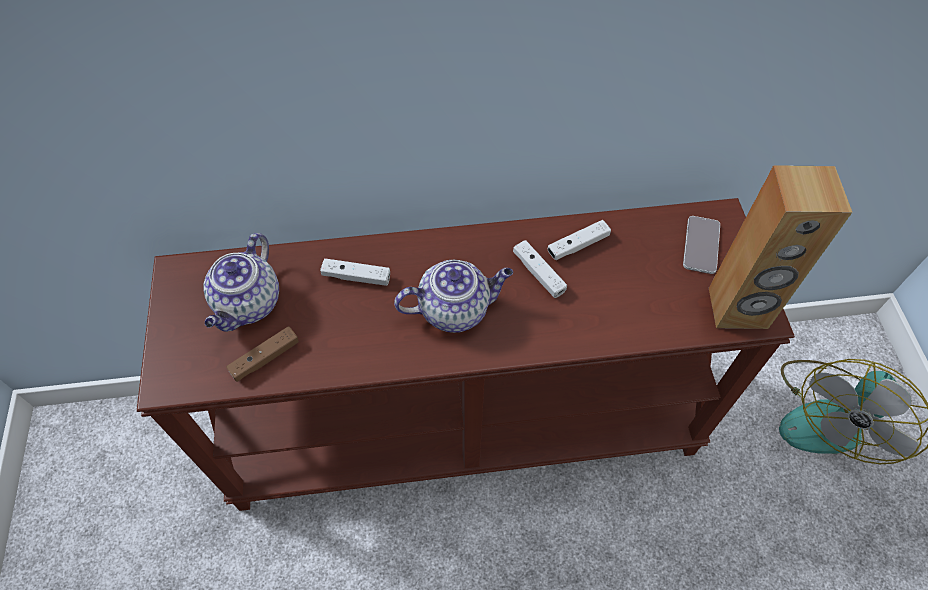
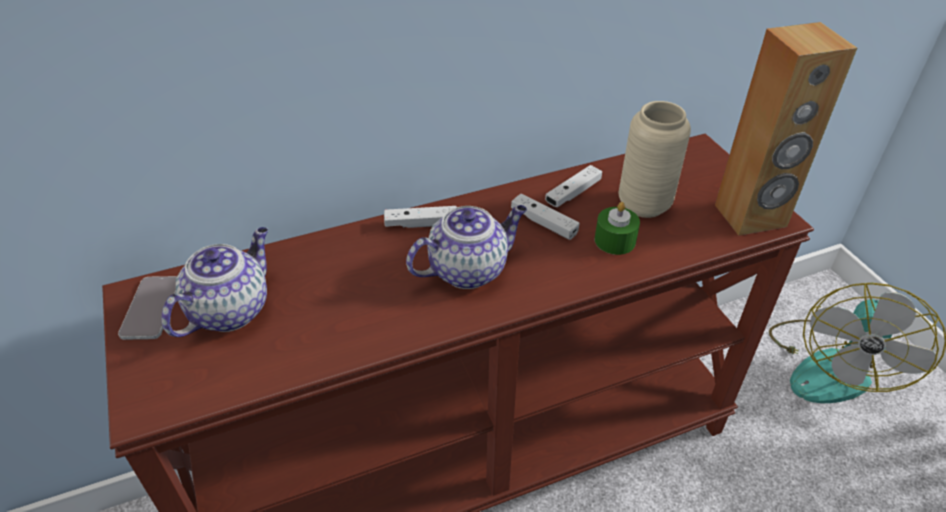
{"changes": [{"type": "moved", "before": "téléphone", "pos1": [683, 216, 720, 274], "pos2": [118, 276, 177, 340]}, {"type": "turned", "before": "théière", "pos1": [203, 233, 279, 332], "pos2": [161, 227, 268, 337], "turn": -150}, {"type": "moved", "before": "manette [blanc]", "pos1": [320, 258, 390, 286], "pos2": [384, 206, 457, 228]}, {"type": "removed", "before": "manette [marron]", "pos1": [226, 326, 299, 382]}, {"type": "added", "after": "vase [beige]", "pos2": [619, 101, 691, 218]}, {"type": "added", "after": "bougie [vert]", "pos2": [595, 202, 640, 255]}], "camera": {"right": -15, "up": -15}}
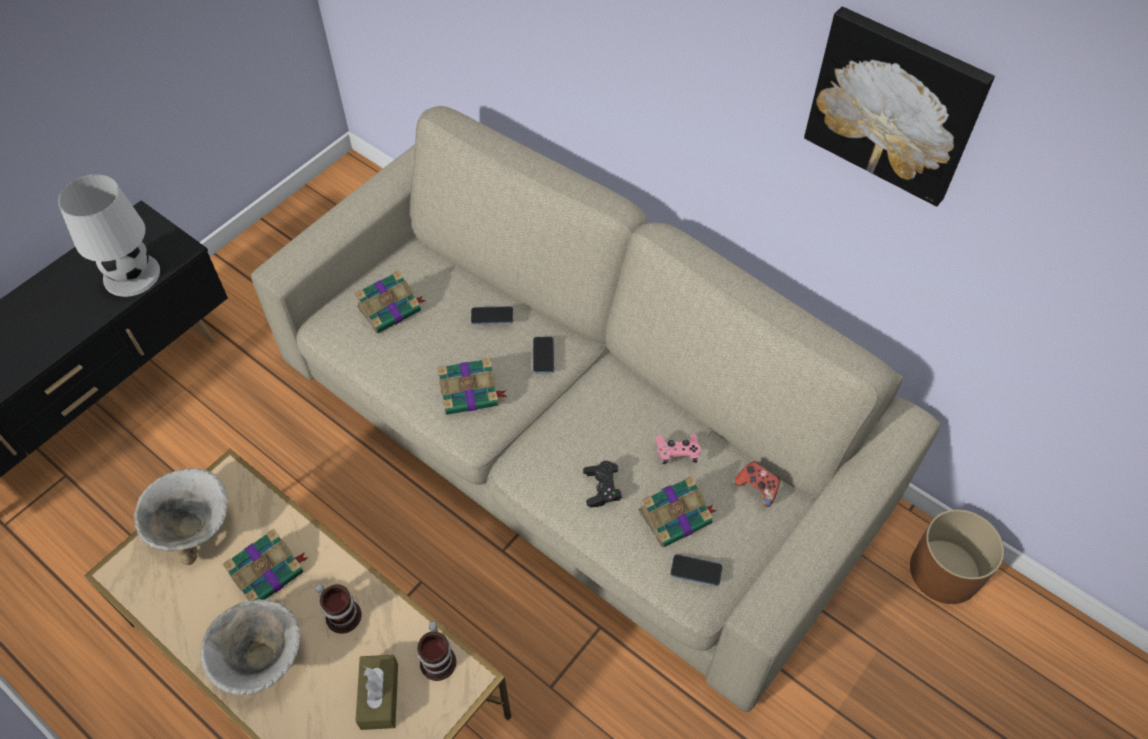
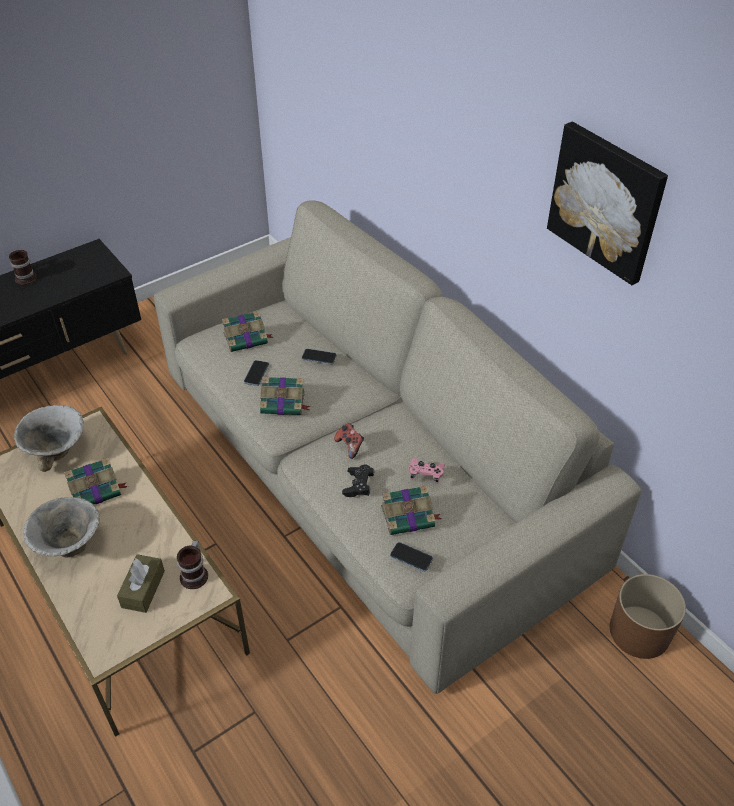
{"changes": [{"type": "removed", "before": "lampe de table [blanc]", "pos1": [58, 174, 160, 297]}, {"type": "moved", "before": "téléphone", "pos1": [533, 337, 554, 373], "pos2": [244, 360, 269, 386]}, {"type": "moved", "before": "manette", "pos1": [735, 461, 780, 507], "pos2": [334, 423, 364, 459]}, {"type": "moved", "before": "mug", "pos1": [314, 583, 362, 634], "pos2": [9, 250, 37, 285]}], "camera": {"right": 15, "up": -10}}
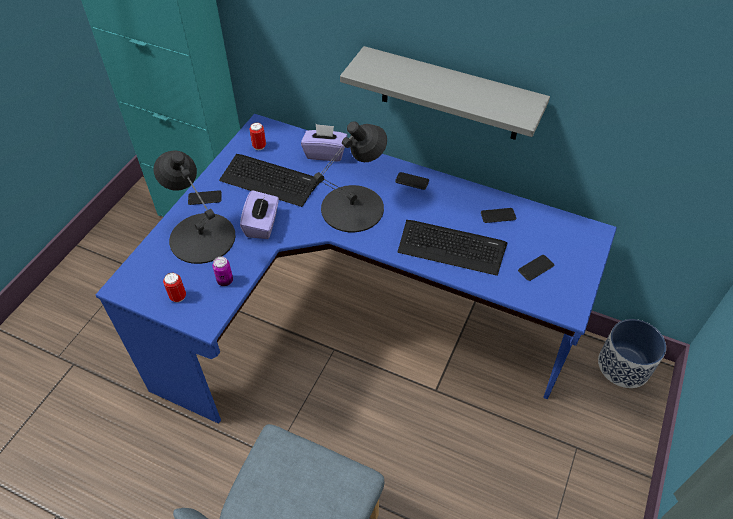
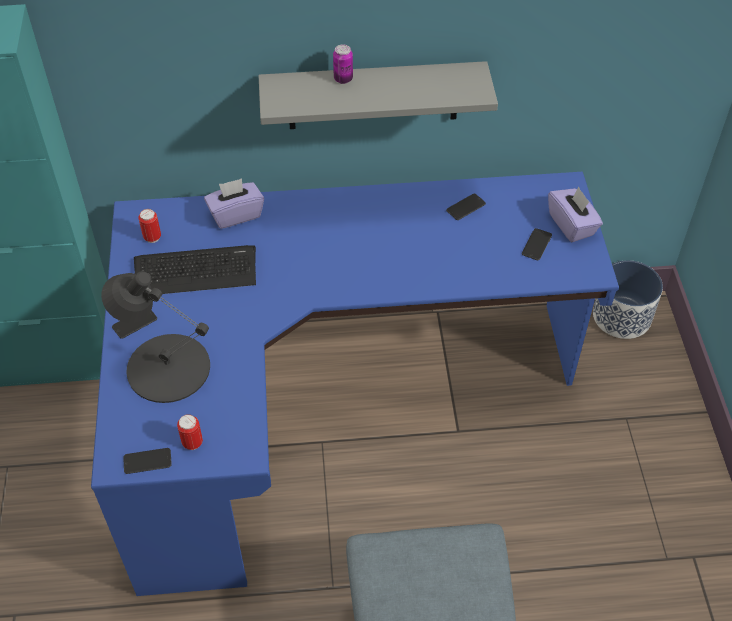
{"changes": [{"type": "removed", "before": "lampe de table [noir]", "pos1": [314, 121, 387, 232]}, {"type": "moved", "before": "téléphone", "pos1": [395, 172, 429, 190], "pos2": [123, 448, 172, 474]}, {"type": "moved", "before": "boîte à mouchoirs [violet]", "pos1": [240, 190, 279, 239], "pos2": [548, 186, 603, 242]}, {"type": "removed", "before": "clavier", "pos1": [398, 220, 507, 276]}, {"type": "moved", "before": "boîte métallique", "pos1": [212, 256, 233, 286], "pos2": [333, 45, 353, 84]}], "camera": {"right": -30, "up": 0}}
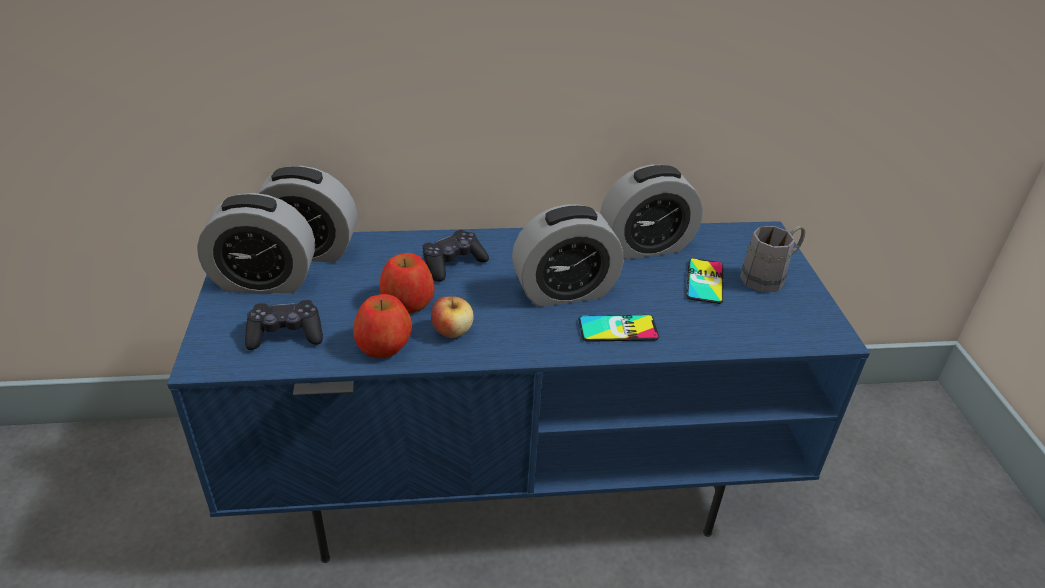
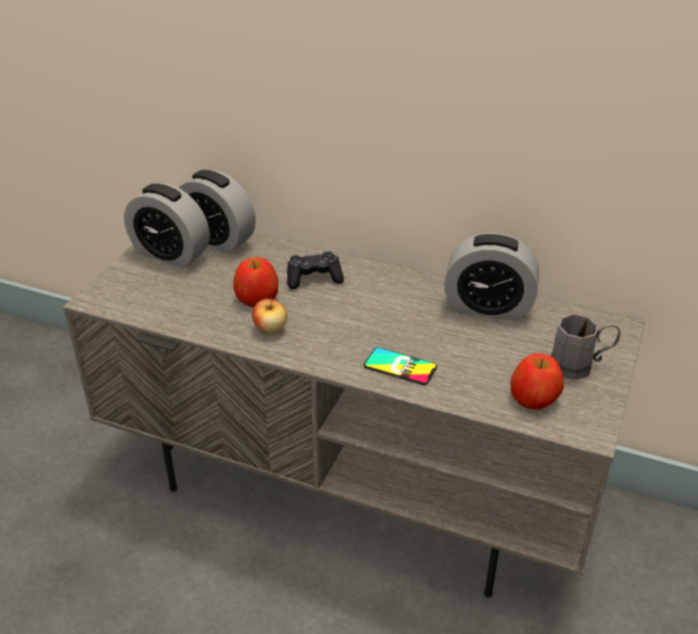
{"changes": [{"type": "removed", "before": "réveil", "pos1": [512, 204, 624, 307]}, {"type": "recoloured", "before": "meuble télé [bleu]", "after": "meuble télé [gris]", "pos1": [167, 221, 870, 563], "pos2": [63, 232, 645, 598]}, {"type": "removed", "before": "téléphone", "pos1": [686, 258, 723, 304]}, {"type": "moved", "before": "pomme", "pos1": [353, 294, 412, 358], "pos2": [510, 353, 564, 410]}, {"type": "removed", "before": "manette [noir]", "pos1": [245, 300, 323, 350]}], "camera": {"right": 30, "up": 0}}
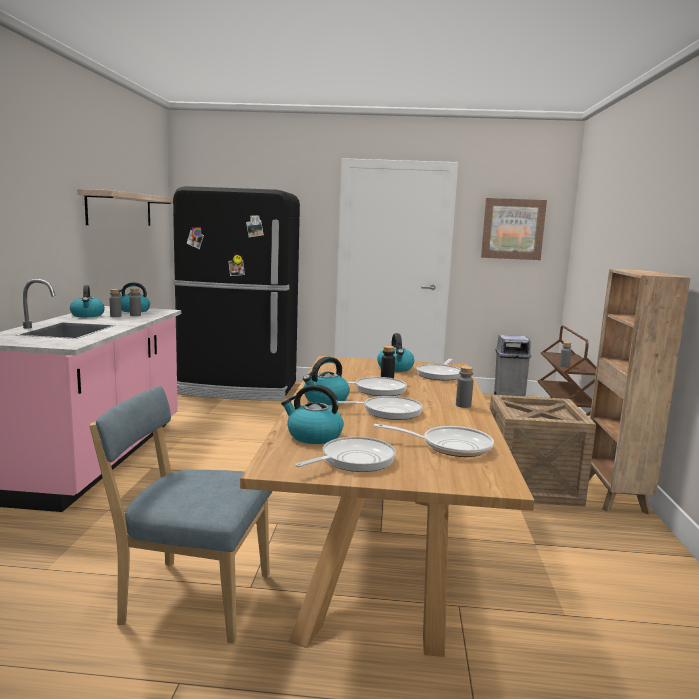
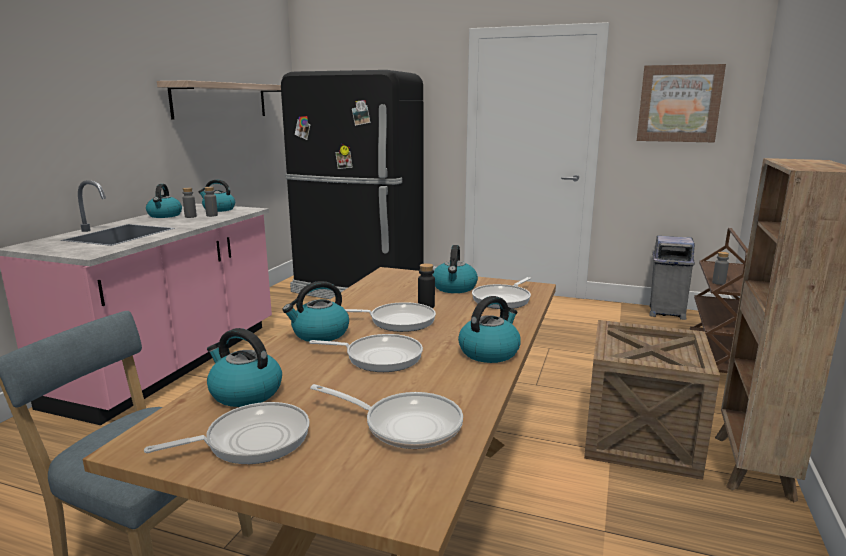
{"changes": [{"type": "replaced", "before": "bouteille [gris]", "after": "bouilloire", "pos1": [456, 366, 474, 408], "pos2": [458, 296, 521, 363]}], "camera": {"right": 15, "up": 5}}
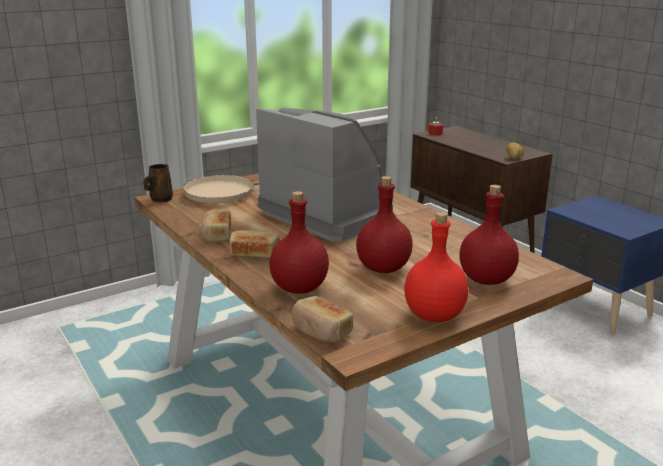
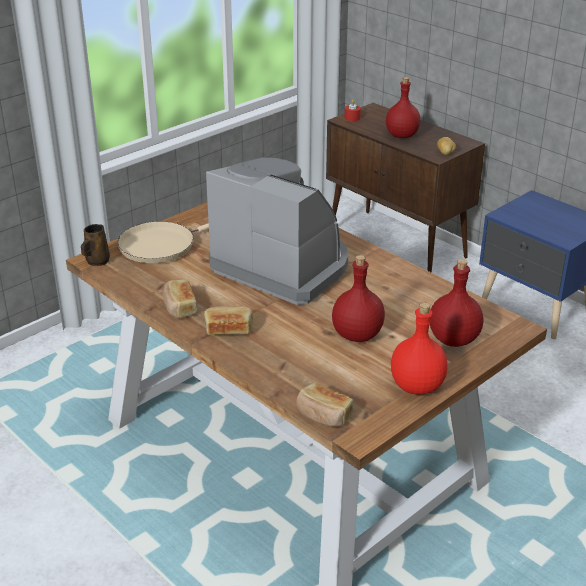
{"changes": [{"type": "moved", "before": "bouteille [rouge]", "pos1": [270, 191, 329, 294], "pos2": [386, 77, 420, 138]}], "camera": {"right": -10, "up": 10}}
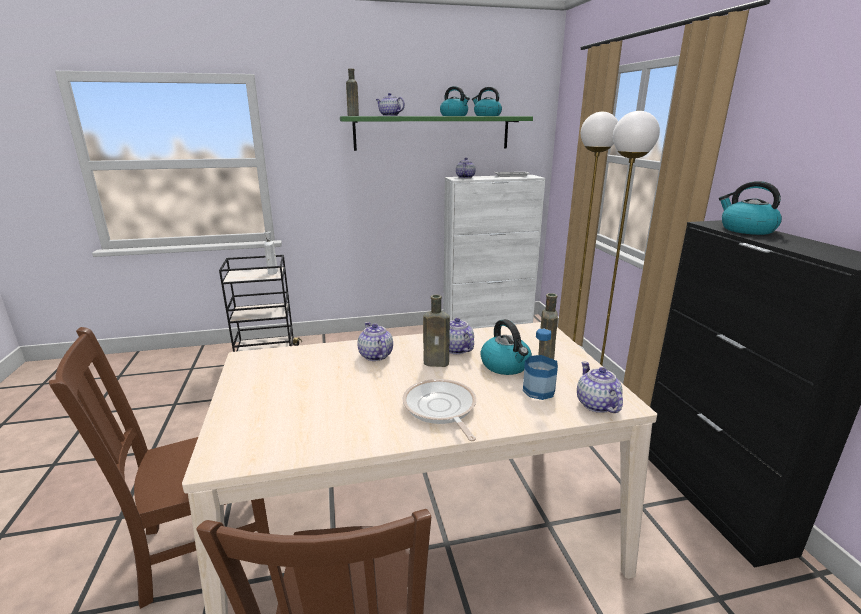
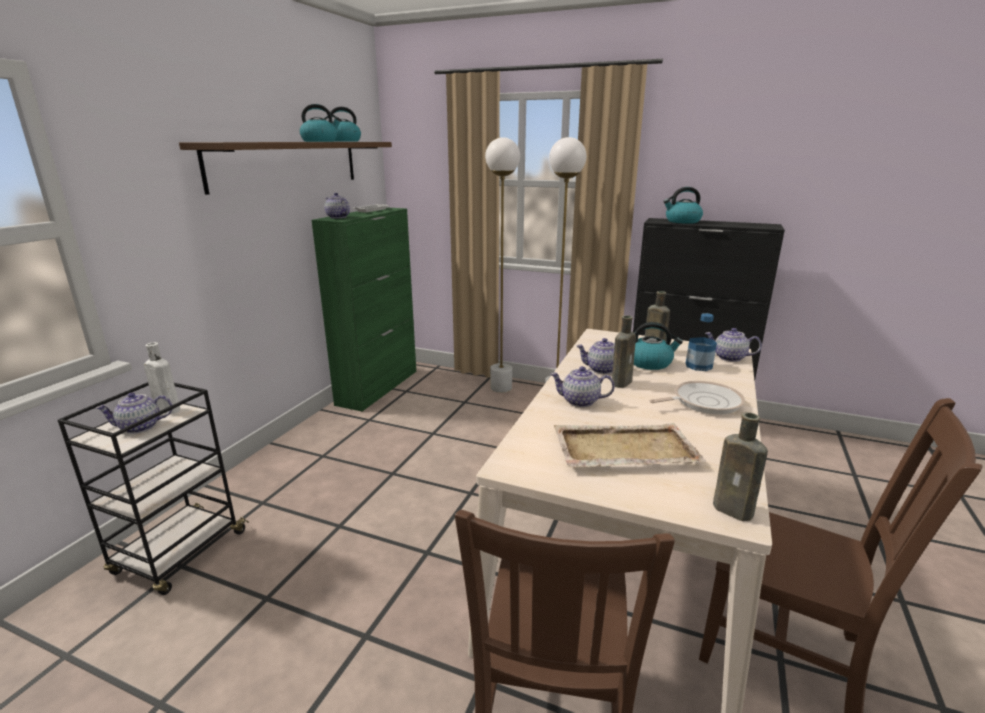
{"changes": [{"type": "moved", "before": "bouteille [marron]", "pos1": [346, 69, 359, 116], "pos2": [713, 412, 768, 521]}, {"type": "moved", "before": "théière", "pos1": [376, 93, 405, 116], "pos2": [96, 392, 172, 433]}, {"type": "recoloured", "before": "étagère [vert]", "after": "étagère [marron]", "pos1": [340, 116, 533, 151], "pos2": [179, 142, 392, 195]}, {"type": "recoloured", "before": "meuble de rangement [blanc]", "after": "meuble de rangement [vert]", "pos1": [443, 175, 546, 329], "pos2": [311, 207, 416, 411]}, {"type": "turned", "before": "poêle", "pos1": [403, 379, 476, 441], "pos2": [649, 381, 745, 415], "turn": 150}, {"type": "added", "after": "plateau [beige]", "pos2": [554, 423, 707, 467]}], "camera": {"right": -55, "up": 0}}
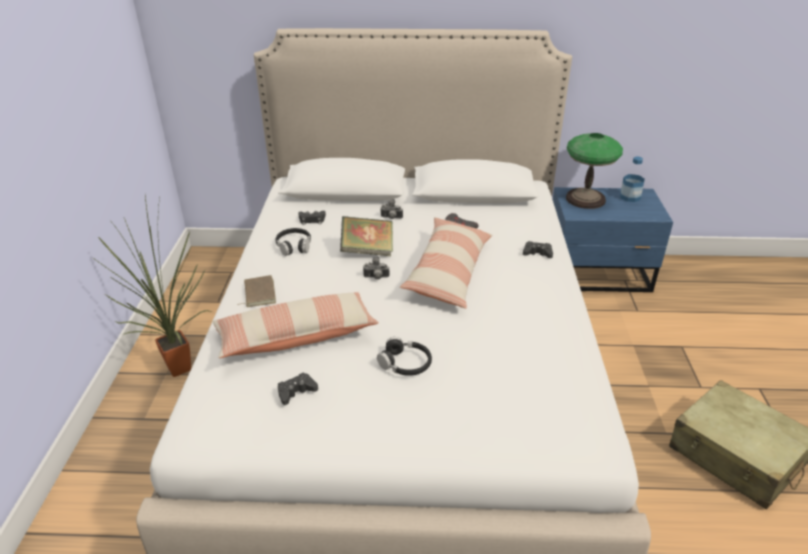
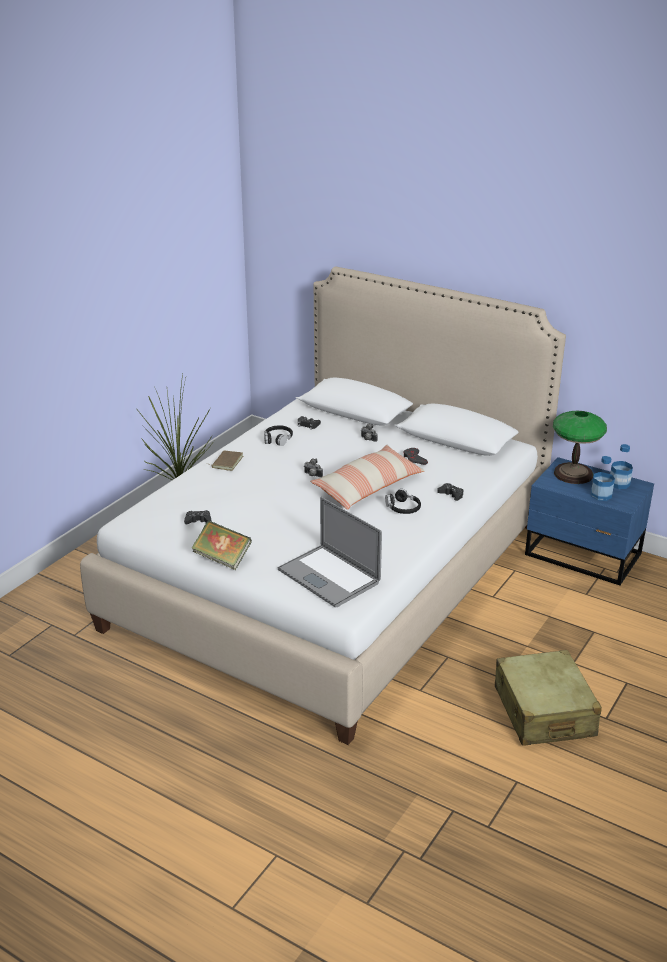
{"changes": [{"type": "moved", "before": "livre", "pos1": [340, 216, 393, 256], "pos2": [192, 521, 252, 570]}, {"type": "removed", "before": "coussin", "pos1": [213, 292, 379, 358]}, {"type": "moved", "before": "casque audio [noir]", "pos1": [377, 337, 432, 376], "pos2": [385, 489, 421, 514]}, {"type": "added", "after": "bouteille", "pos2": [591, 456, 615, 501]}, {"type": "added", "after": "ordinateur portable", "pos2": [278, 497, 382, 608]}], "camera": {"right": 30, "up": -5}}
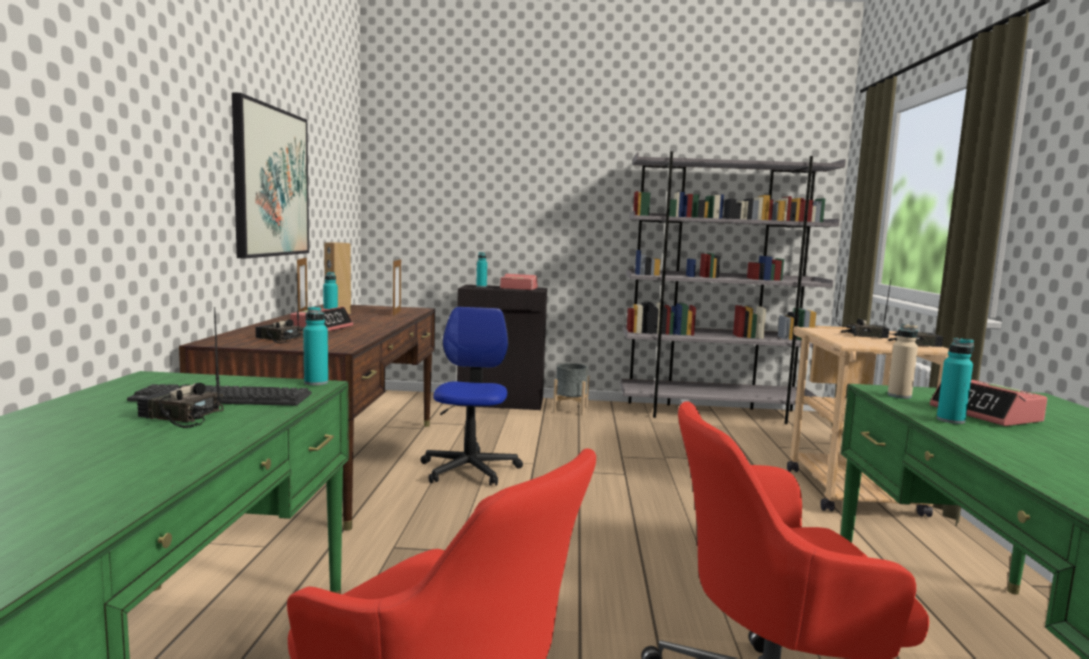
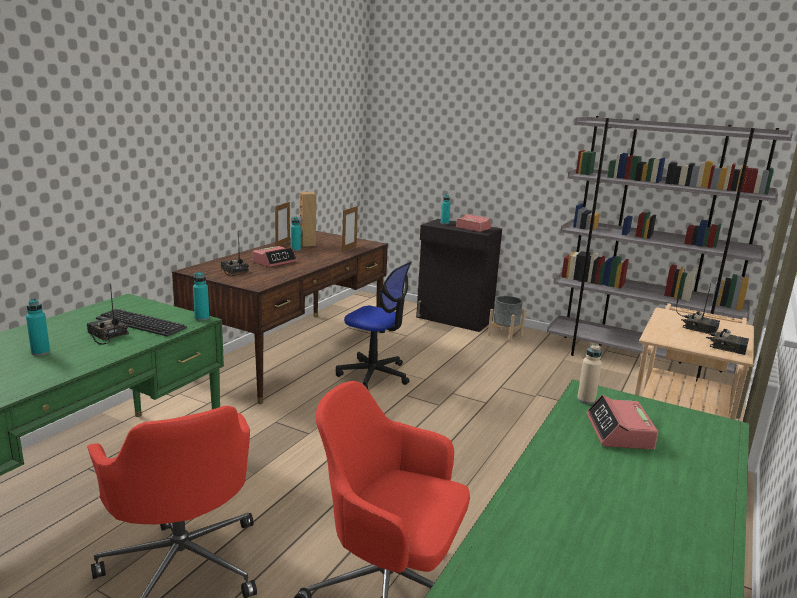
{"changes": [{"type": "removed", "before": "tableau", "pos1": [232, 92, 309, 259]}, {"type": "turned", "before": "chaise de bureau", "pos1": [420, 307, 523, 486], "pos2": [336, 262, 411, 389], "turn": 90}, {"type": "moved", "before": "bouteille [turquoise]", "pos1": [937, 338, 974, 424], "pos2": [26, 299, 50, 356]}], "camera": {"right": 25, "up": 10}}
